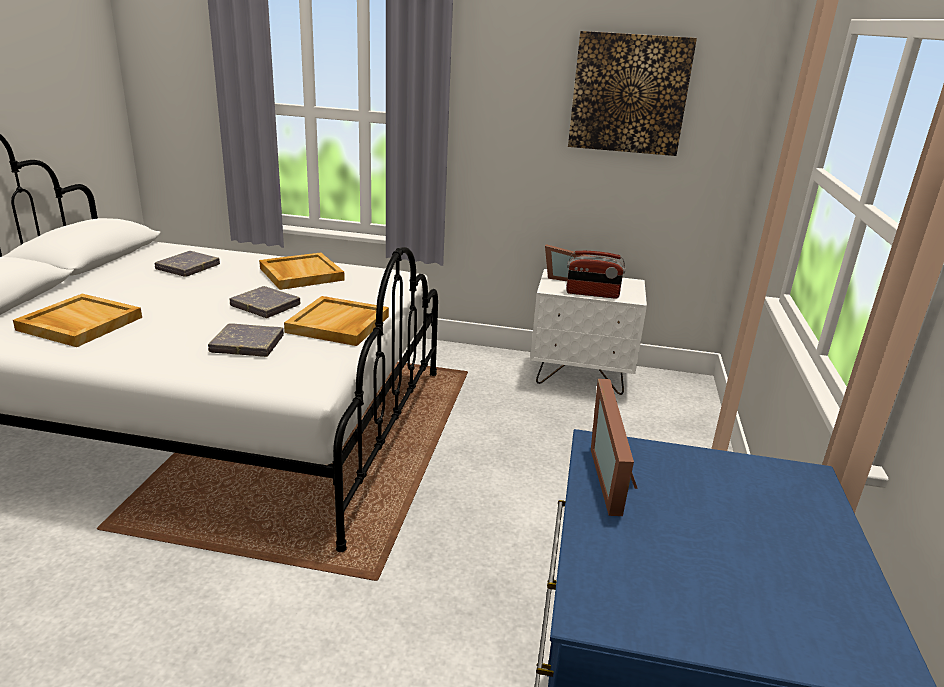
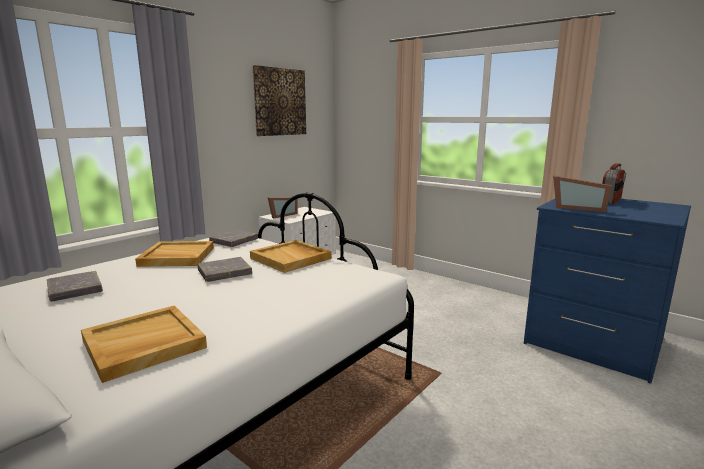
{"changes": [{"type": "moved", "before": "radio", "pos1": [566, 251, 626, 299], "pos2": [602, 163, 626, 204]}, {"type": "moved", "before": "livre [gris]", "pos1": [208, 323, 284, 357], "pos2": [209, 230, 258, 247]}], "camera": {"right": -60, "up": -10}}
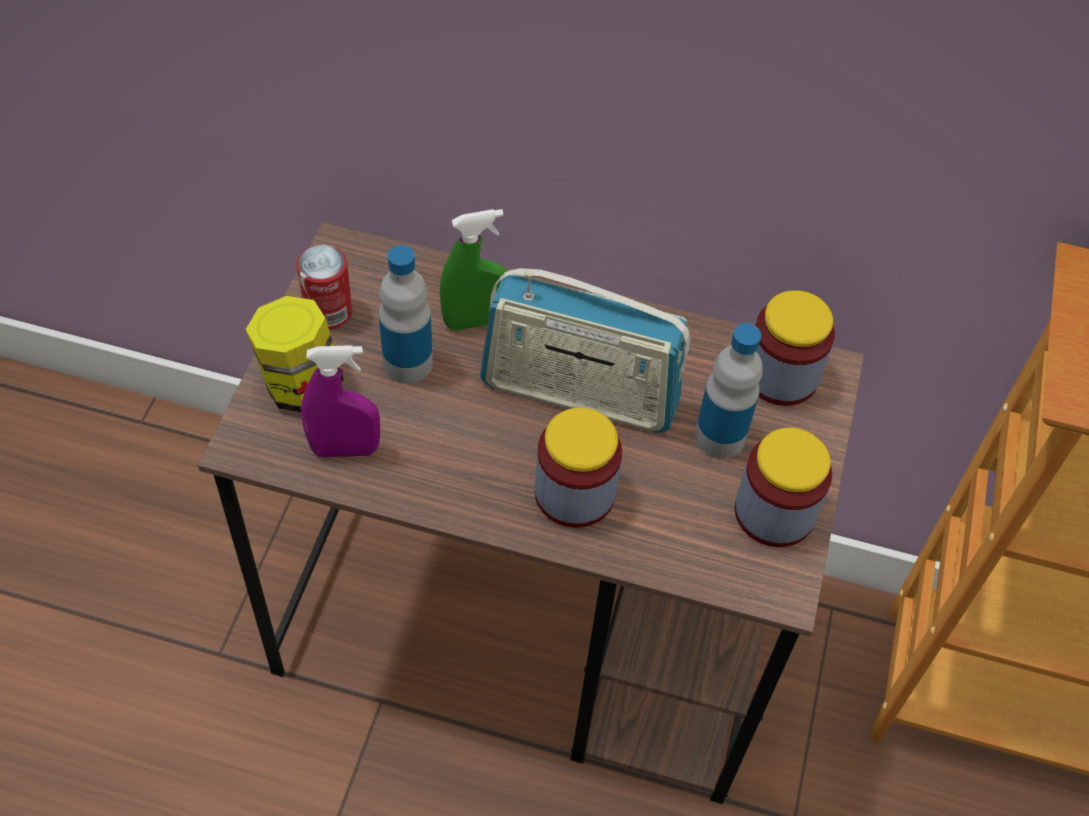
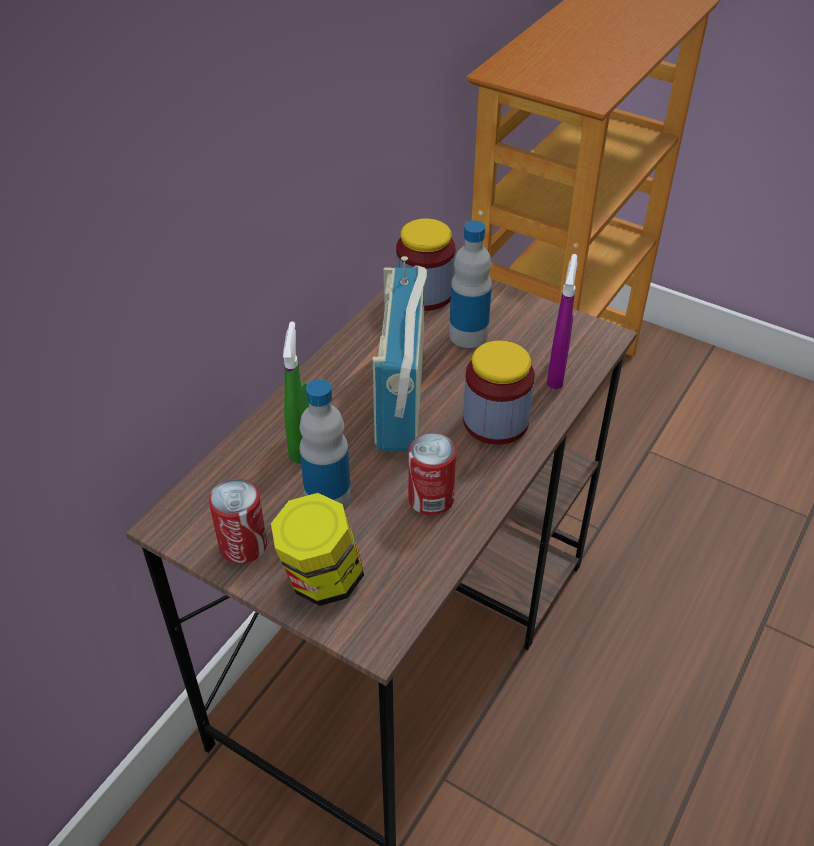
{"changes": [{"type": "turned", "before": "radio", "pos1": [480, 268, 691, 433], "pos2": [373, 256, 427, 452], "turn": 150}, {"type": "moved", "before": "vaporisateur [violet]", "pos1": [301, 345, 380, 457], "pos2": [547, 254, 578, 389]}, {"type": "removed", "before": "bocal", "pos1": [735, 428, 832, 547]}, {"type": "added", "after": "boîte métallique", "pos2": [408, 433, 457, 515]}], "camera": {"right": -70, "up": -10}}
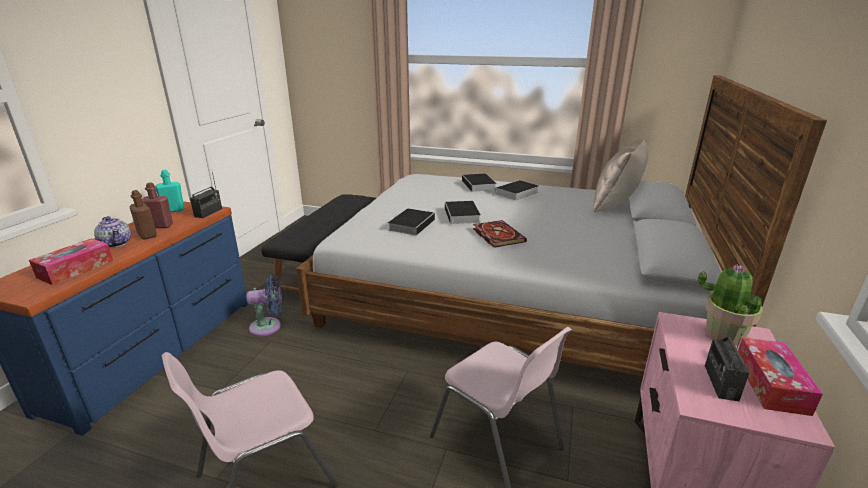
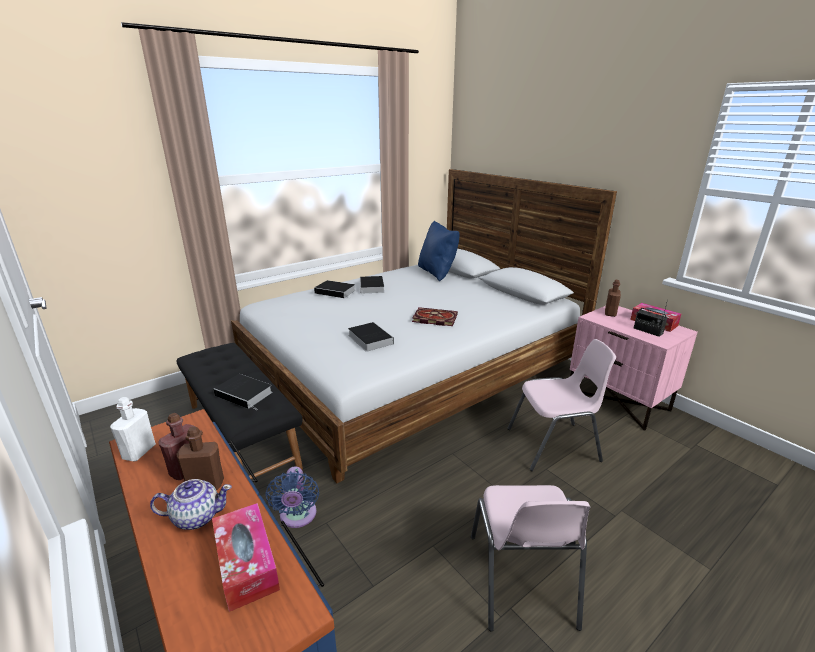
{"changes": [{"type": "recoloured", "before": "coussin [beige]", "after": "coussin [bleu]", "pos1": [593, 139, 648, 212], "pos2": [418, 221, 460, 282]}, {"type": "recoloured", "before": "bouteille [turquoise]", "after": "bouteille [blanc]", "pos1": [156, 170, 185, 212], "pos2": [110, 397, 156, 461]}, {"type": "removed", "before": "radio", "pos1": [190, 172, 222, 218]}, {"type": "moved", "before": "livre", "pos1": [445, 201, 481, 227], "pos2": [213, 374, 272, 410]}, {"type": "replaced", "before": "plante en pot", "after": "bouteille [marron]", "pos1": [698, 264, 763, 346], "pos2": [605, 280, 621, 317]}, {"type": "turned", "before": "ventilateur [bleu]", "pos1": [246, 275, 282, 336], "pos2": [265, 466, 319, 528], "turn": 150}], "camera": {"right": -55, "up": 0}}
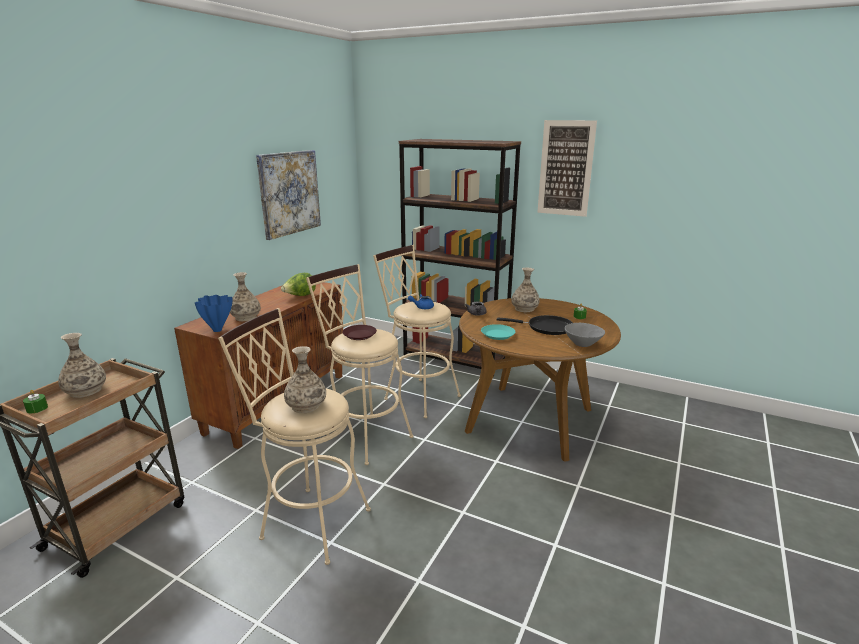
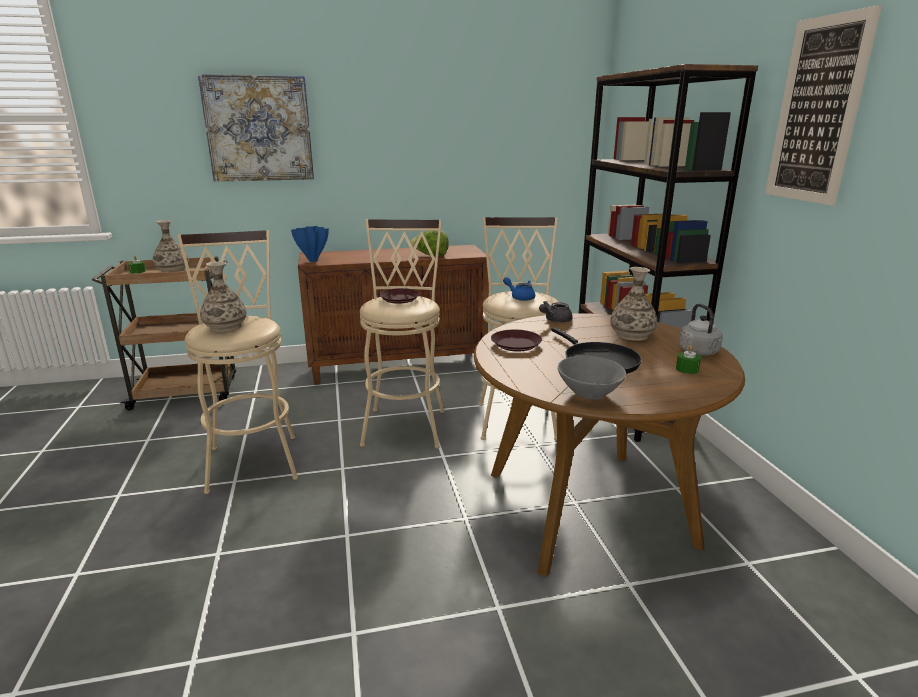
{"changes": [{"type": "moved", "before": "tableau", "pos1": [256, 150, 321, 240], "pos2": [198, 74, 314, 182]}, {"type": "removed", "before": "vase", "pos1": [230, 272, 261, 321]}, {"type": "recoloured", "before": "assiette [turquoise]", "after": "assiette [marron]", "pos1": [481, 324, 515, 340], "pos2": [491, 330, 542, 351]}, {"type": "added", "after": "bouilloire [gris]", "pos2": [679, 304, 723, 356]}], "camera": {"right": 50, "up": 0}}
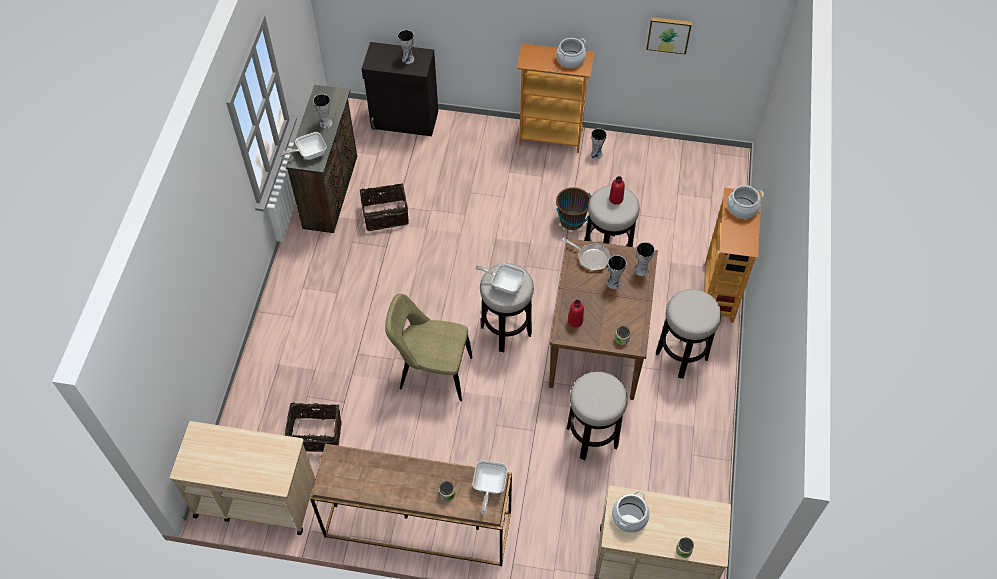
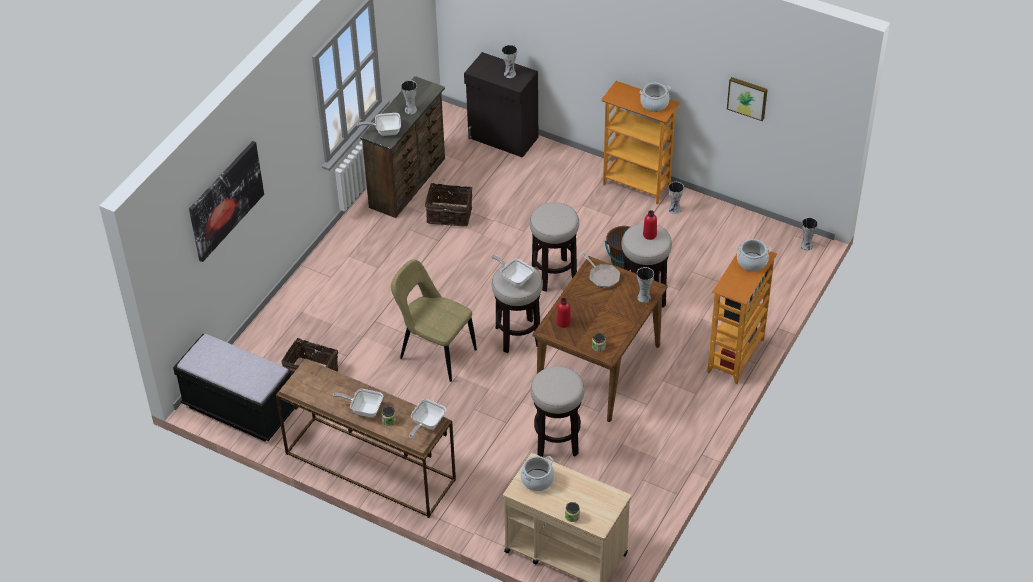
{"changes": [{"type": "moved", "before": "vase", "pos1": [607, 255, 627, 290], "pos2": [800, 217, 818, 250]}, {"type": "moved", "before": "tabouret", "pos1": [656, 289, 721, 378], "pos2": [530, 202, 579, 292]}, {"type": "replaced", "before": "chariot [beige]", "after": "banc [noir]", "pos1": [169, 421, 315, 535], "pos2": [173, 334, 294, 441]}, {"type": "added", "after": "tableau", "pos2": [189, 141, 264, 262]}, {"type": "added", "after": "poêle", "pos2": [333, 389, 383, 417]}], "camera": {"right": 20, "up": -10}}
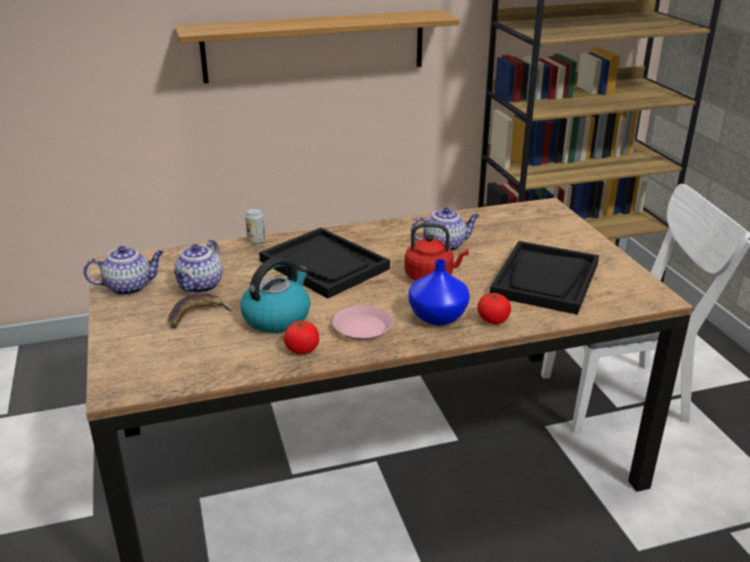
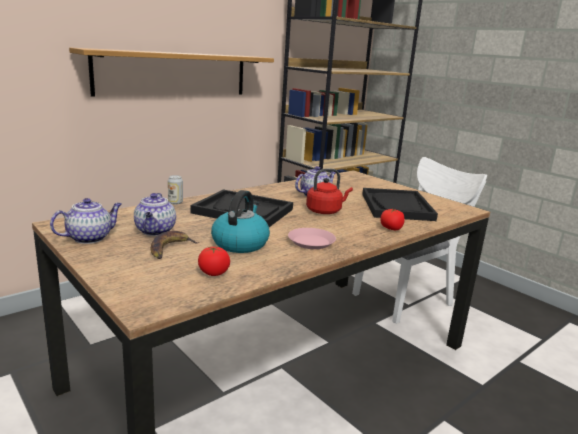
{"changes": [{"type": "removed", "before": "vase [bleu]", "pos1": [408, 259, 470, 325]}, {"type": "moved", "before": "tomate", "pos1": [284, 321, 319, 354], "pos2": [198, 247, 230, 276]}], "camera": {"right": -25, "up": -10}}
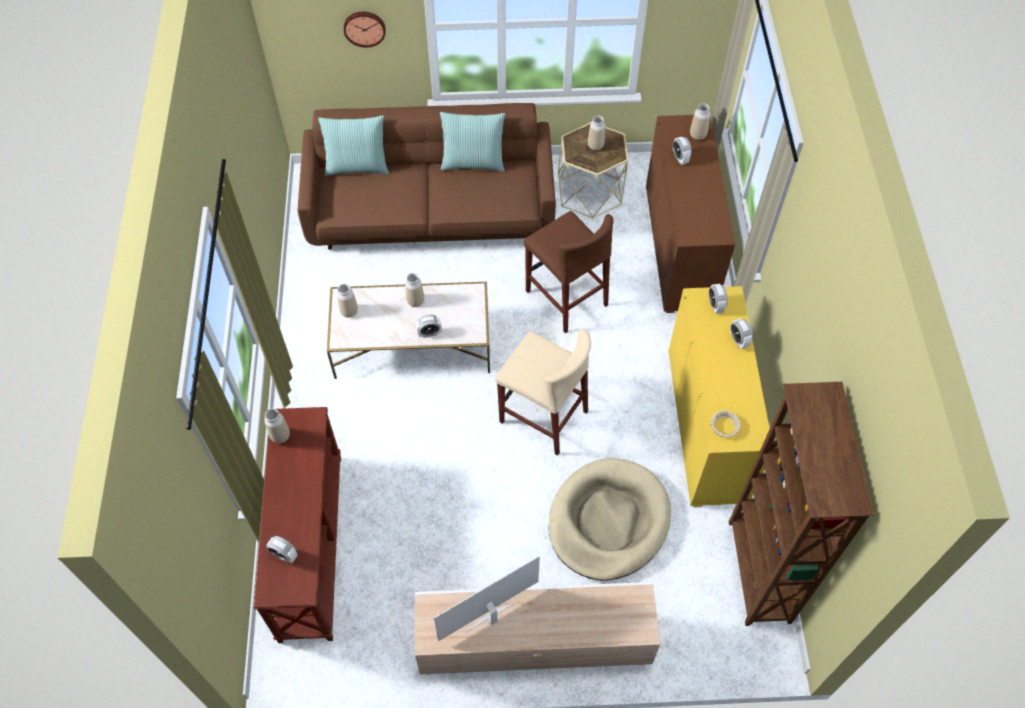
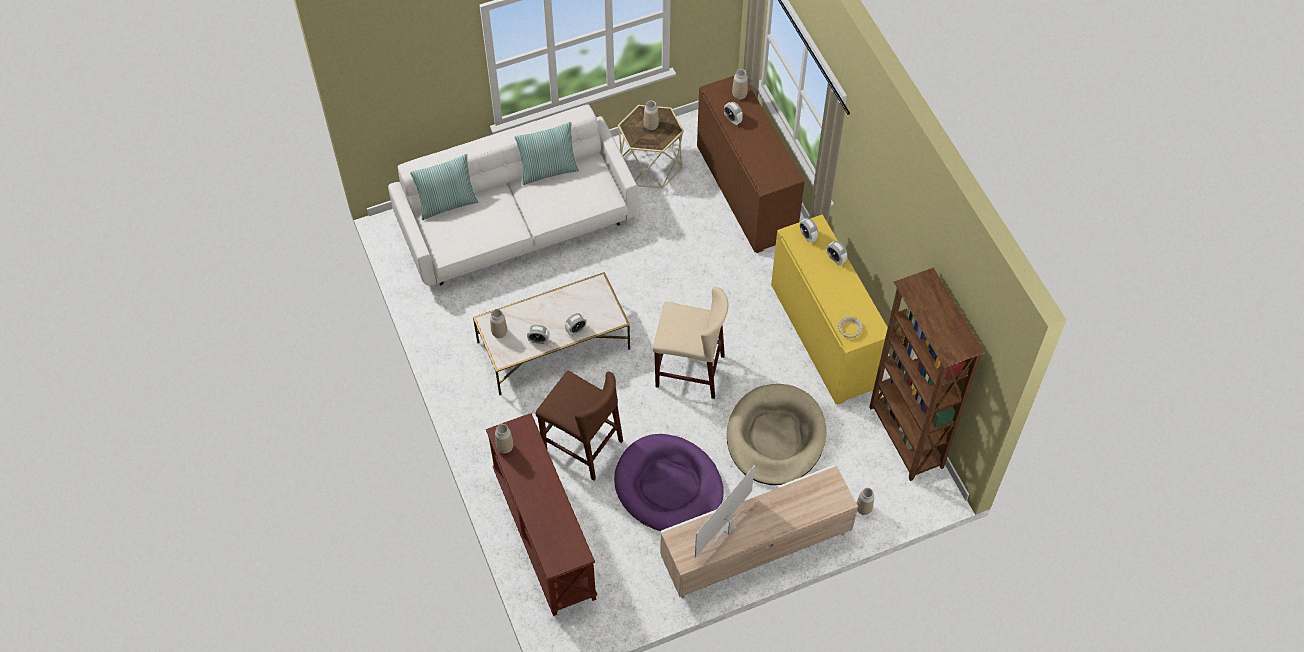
{"changes": [{"type": "removed", "before": "horloge murale", "pos1": [344, 12, 386, 47]}, {"type": "recoloured", "before": "canapé [marron]", "after": "canapé [blanc]", "pos1": [298, 103, 556, 250], "pos2": [388, 104, 638, 286]}, {"type": "moved", "before": "tabouret [marron]", "pos1": [524, 211, 613, 334], "pos2": [535, 371, 623, 481]}, {"type": "moved", "before": "vase", "pos1": [405, 273, 424, 307], "pos2": [857, 488, 874, 515]}, {"type": "moved", "before": "réveil", "pos1": [266, 536, 297, 563], "pos2": [527, 325, 549, 344]}, {"type": "added", "after": "panier pour chien [violet]", "pos2": [614, 434, 724, 531]}], "camera": {"right": -20, "up": 0}}
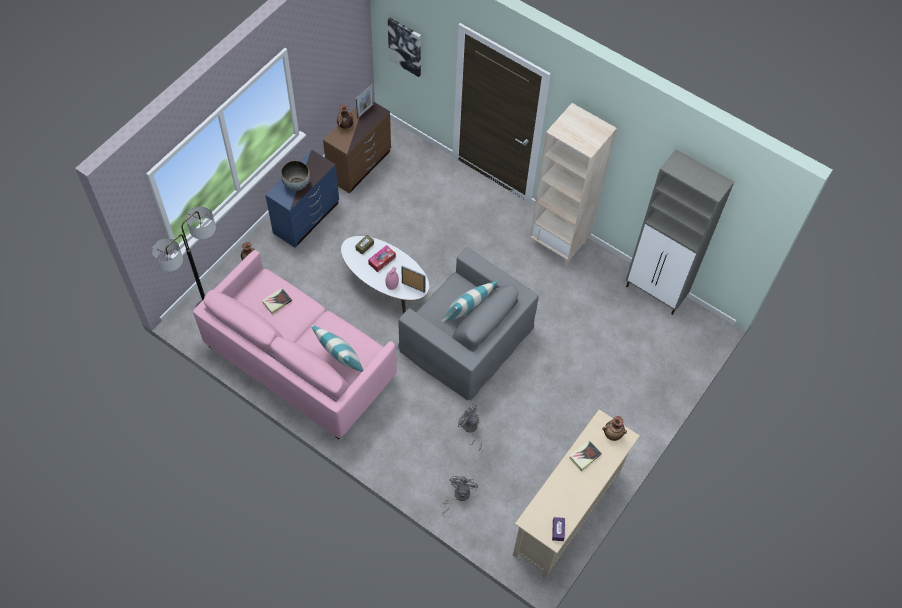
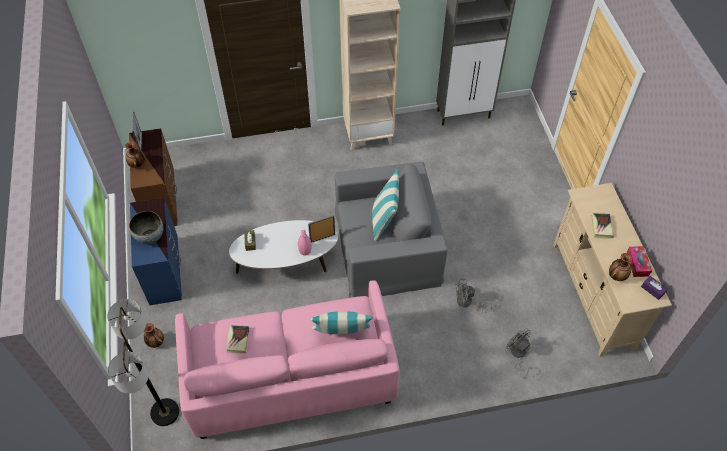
{"changes": [{"type": "removed", "before": "tableau", "pos1": [388, 18, 421, 77]}, {"type": "moved", "before": "boîte à mouchoirs", "pos1": [368, 245, 396, 272], "pos2": [627, 246, 652, 277]}, {"type": "moved", "before": "vase", "pos1": [602, 416, 627, 441], "pos2": [609, 253, 633, 281]}], "camera": {"right": -45, "up": -5}}
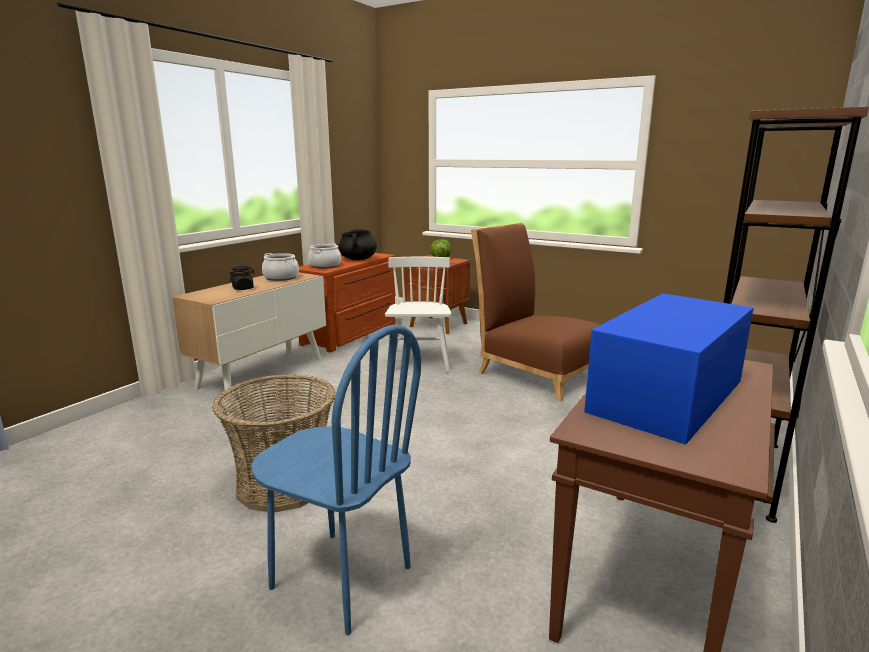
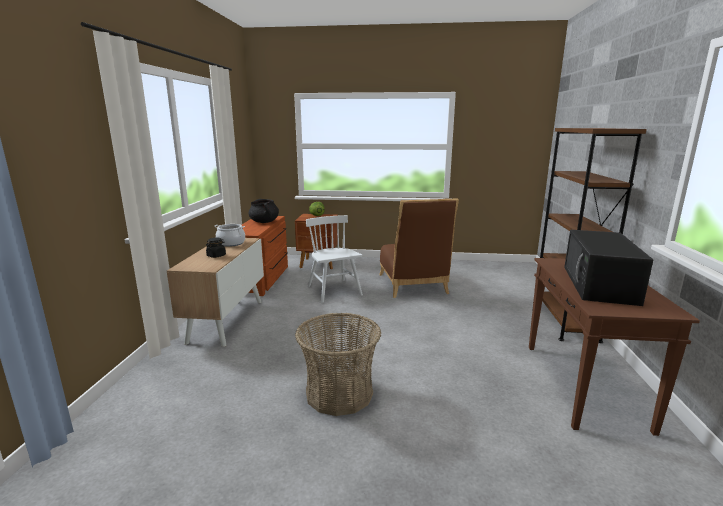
{"changes": [{"type": "turned", "before": "chaise [marron]", "pos1": [471, 223, 600, 402], "pos2": [379, 198, 459, 298], "turn": -120}, {"type": "removed", "before": "marmite", "pos1": [308, 243, 341, 269]}, {"type": "recoloured", "before": "micro-ondes [bleu]", "after": "micro-ondes [noir]", "pos1": [584, 293, 754, 444], "pos2": [564, 230, 653, 306]}, {"type": "removed", "before": "chaise [bleu]", "pos1": [252, 325, 421, 635]}], "camera": {"right": -25, "up": 0}}
